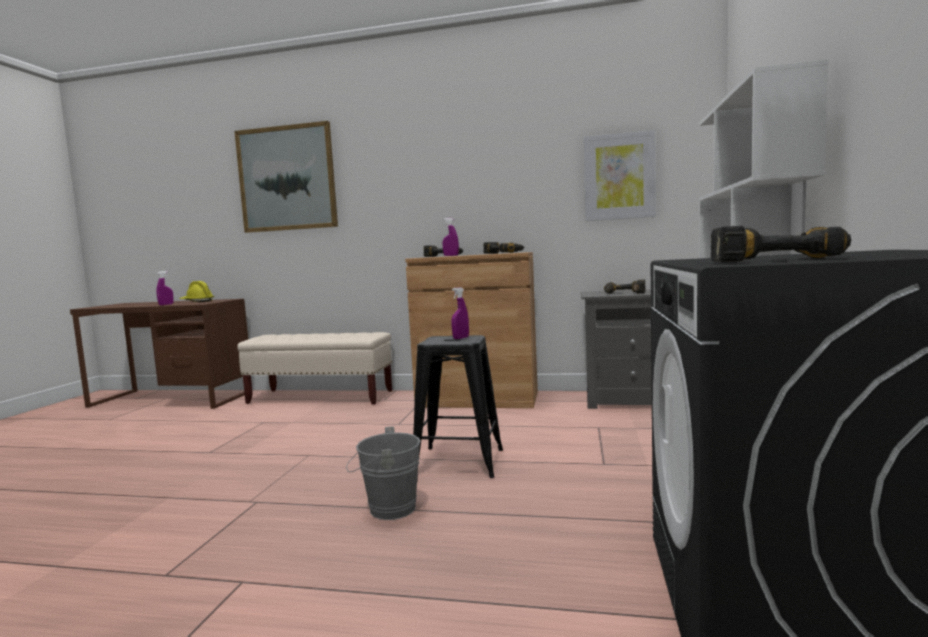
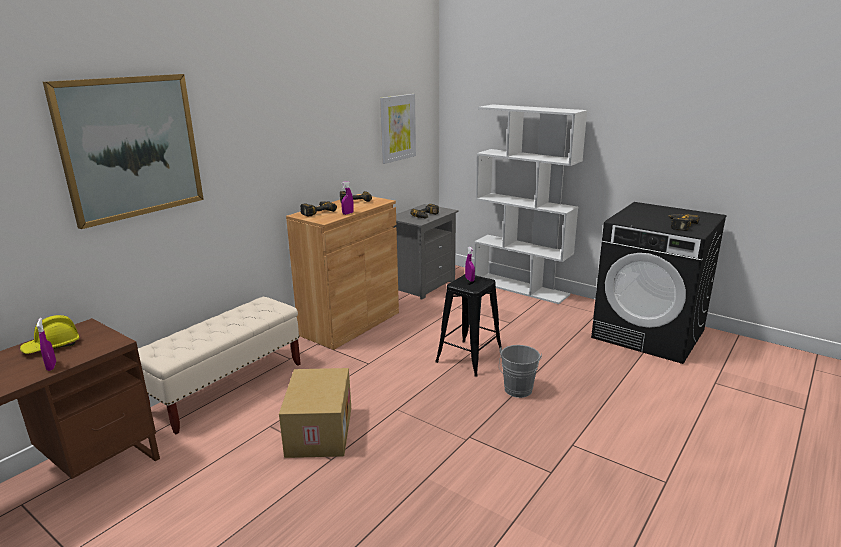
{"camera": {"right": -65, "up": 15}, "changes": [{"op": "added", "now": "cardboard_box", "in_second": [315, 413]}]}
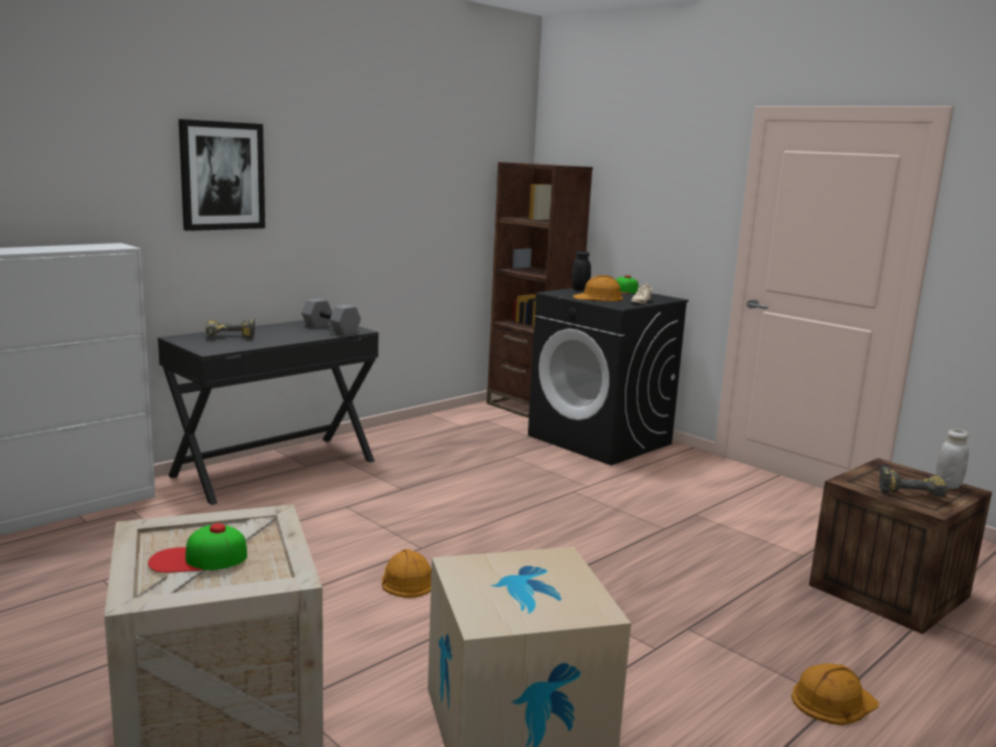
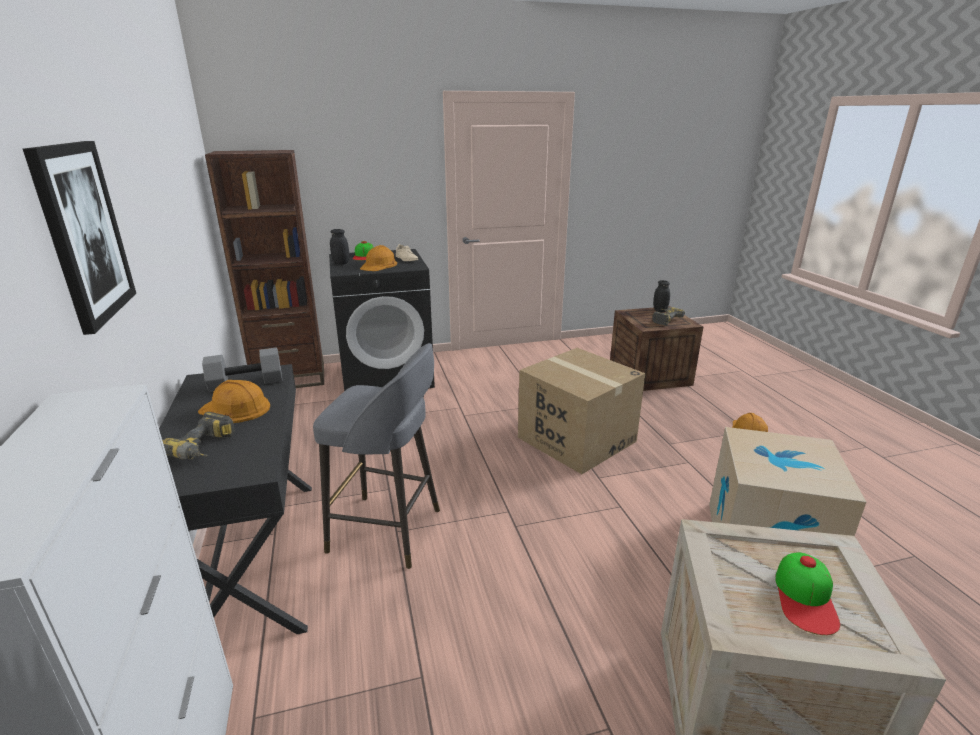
{"camera": {"right": -60, "up": 10}, "changes": [{"op": "moved", "was": "orangey_hard_hat", "in_first": [406, 573], "in_second": [234, 401]}, {"op": "recoloured", "was": "white-coloured_storage_jar", "now": "black-coloured_storage_jar", "in_first": [952, 459], "in_second": [661, 296]}, {"op": "added", "now": "gray_stool_seat", "in_second": [376, 456]}, {"op": "added", "now": "cardboard_box", "in_second": [581, 411]}]}
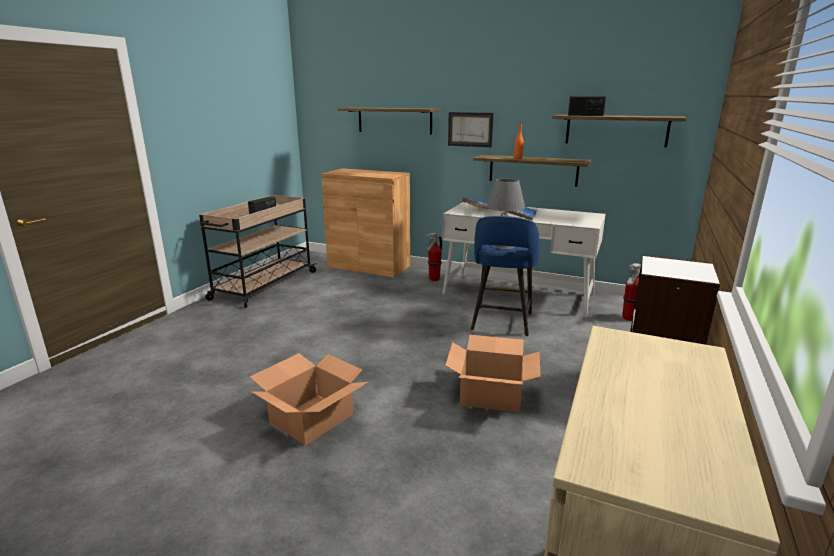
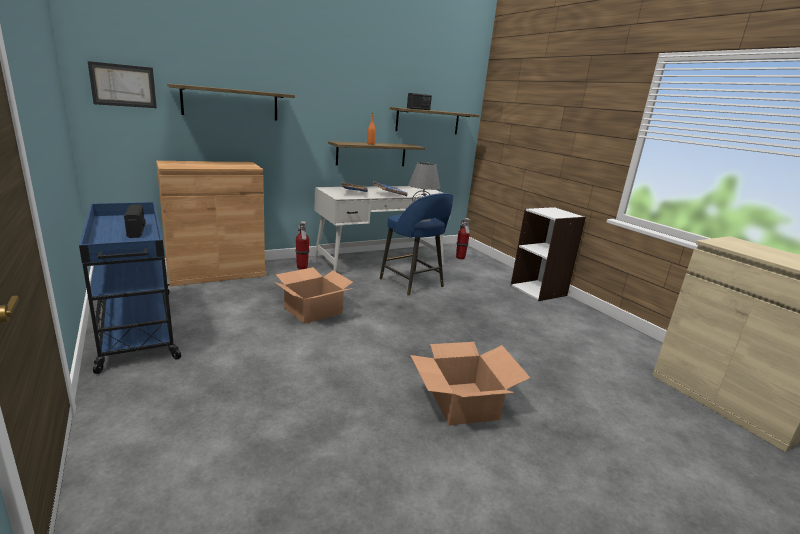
{"camera": {"right": -55, "up": 0}, "changes": [{"op": "recoloured", "was": "beige-coloured_cart", "now": "blue_cart", "in_first": [258, 251], "in_second": [130, 288]}, {"op": "moved", "was": "cardboard_box", "in_first": [493, 374], "in_second": [314, 295]}, {"op": "moved", "was": "picture", "in_first": [471, 129], "in_second": [122, 84]}]}
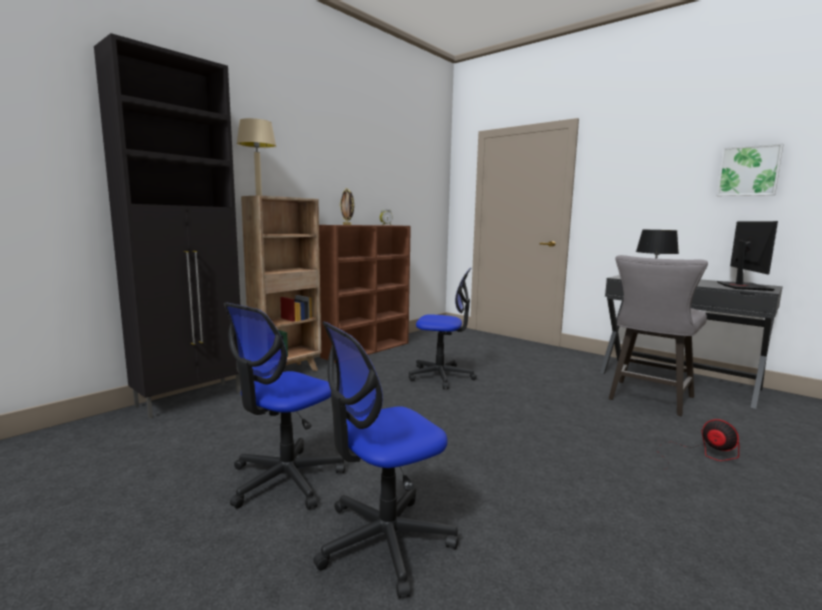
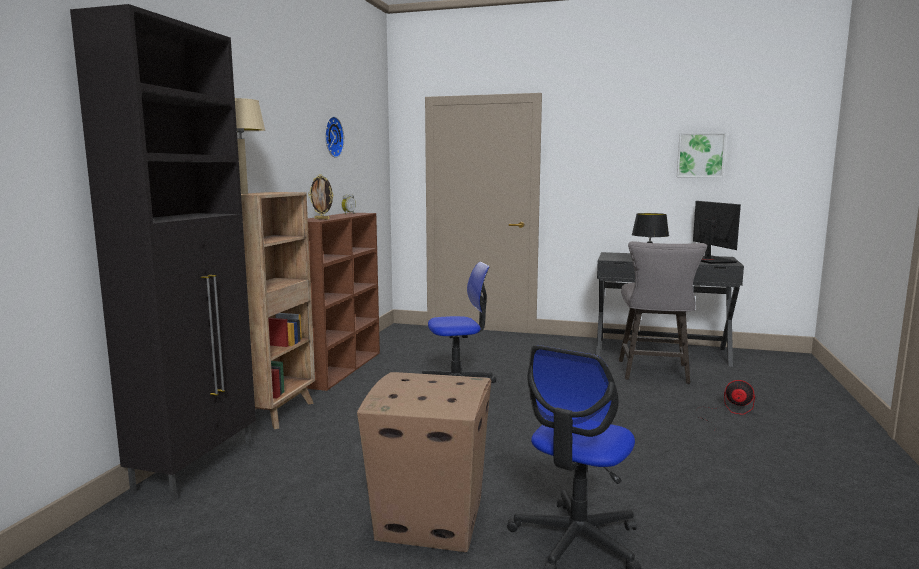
{"camera": {"right": -25, "up": 0}, "changes": [{"op": "replaced", "was": "desk_chair", "now": "cardboard_box", "in_first": [284, 406], "in_second": [424, 462]}, {"op": "added", "now": "hanging_clock", "in_second": [334, 137]}]}
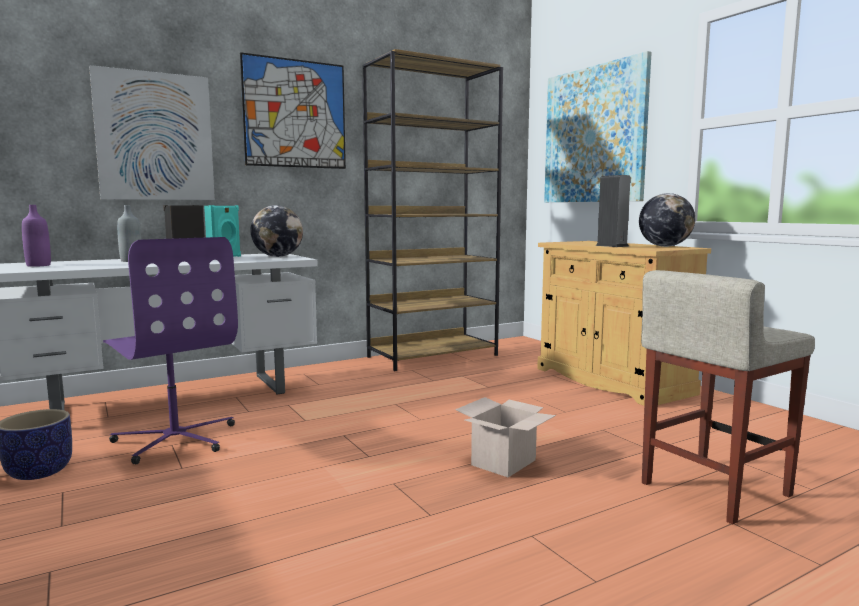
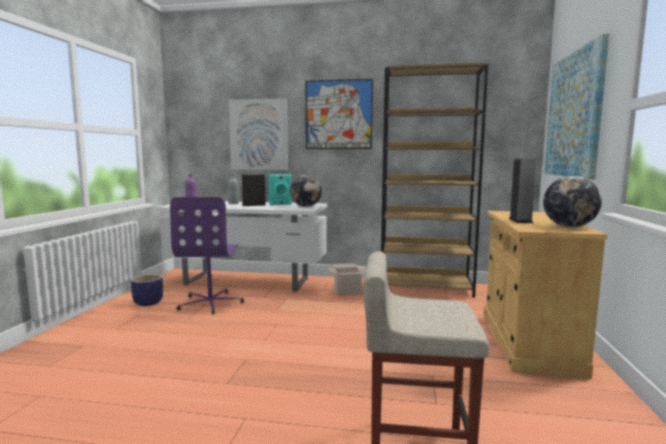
{"camera": {"right": 40, "up": 0}, "changes": [{"op": "moved", "was": "cardboard_box", "in_first": [505, 437], "in_second": [347, 279]}]}
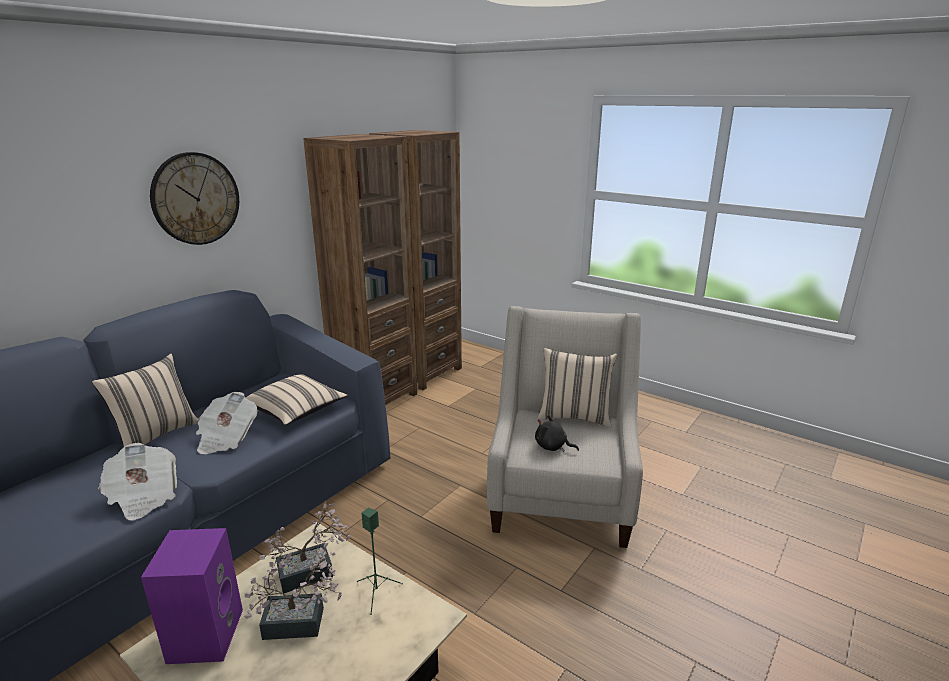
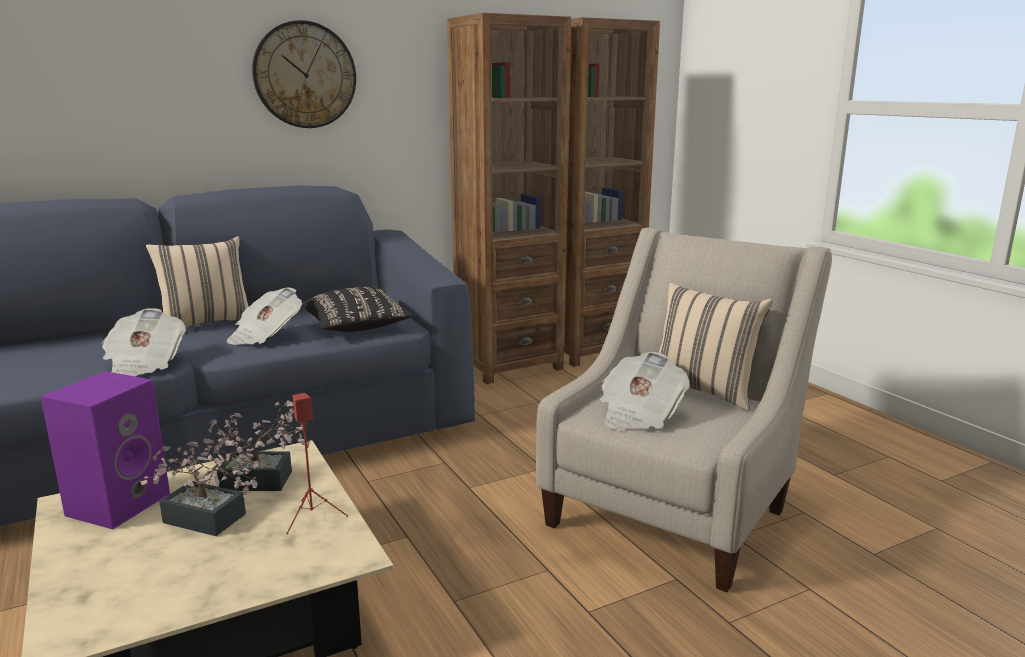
{"camera": {"right": 25, "up": -5}, "changes": [{"op": "recoloured", "was": "beige-coloured_throw_pillow", "now": "black-coloured_throw_pillow", "in_first": [297, 399], "in_second": [358, 309]}, {"op": "recoloured", "was": "greenish_speaker", "now": "reddish_speaker", "in_first": [380, 561], "in_second": [317, 463]}, {"op": "replaced", "was": "black-coloured_cuddly_toy", "now": "daily_paper", "in_first": [557, 433], "in_second": [645, 391]}]}
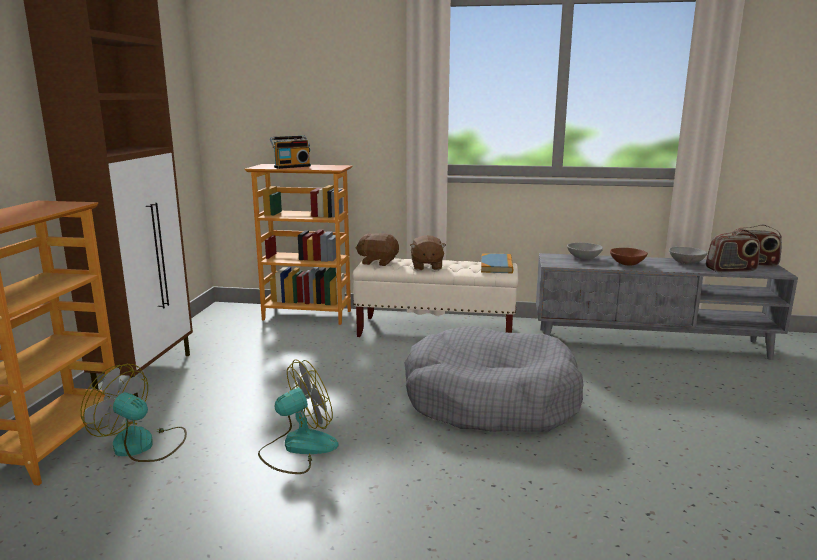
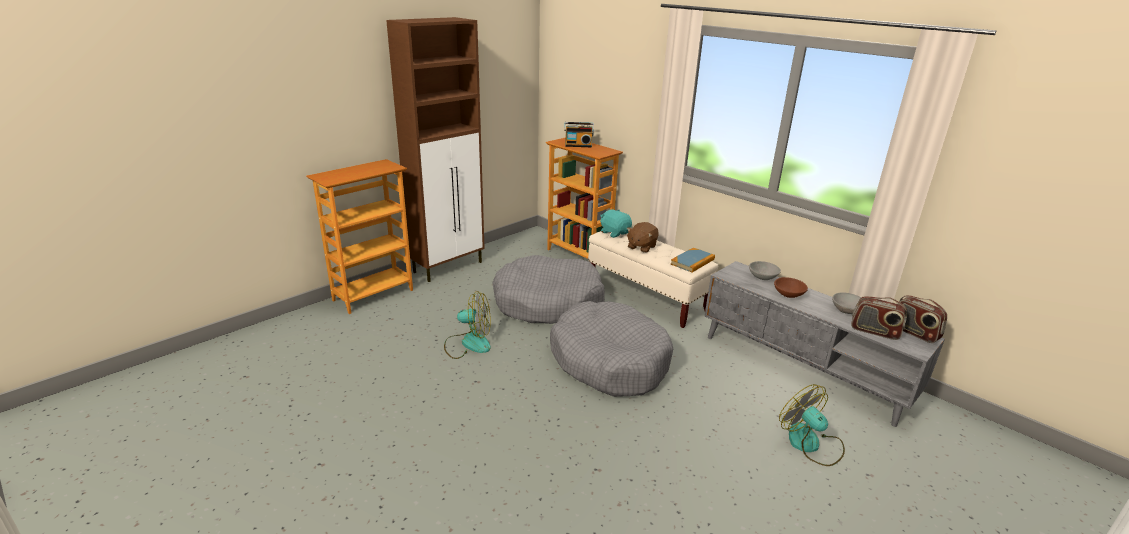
{"camera": {"right": 35, "up": 10}, "changes": [{"op": "moved", "was": "cooling_fan", "in_first": [134, 413], "in_second": [812, 425]}, {"op": "recoloured", "was": "brown_cuddly_toy", "now": "turquoise-coloured_cuddly_toy", "in_first": [377, 249], "in_second": [616, 223]}, {"op": "added", "now": "gray_dog_bed", "in_second": [548, 289]}]}
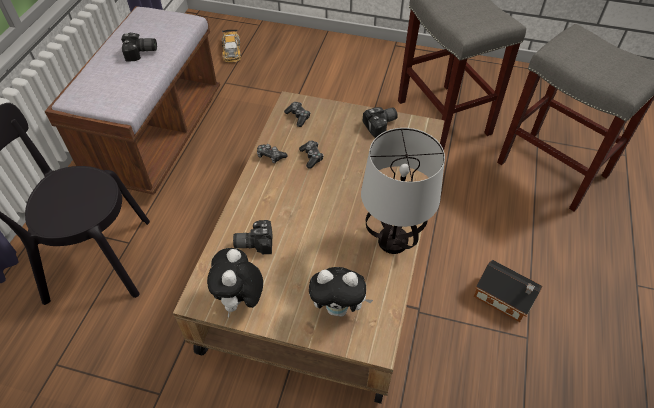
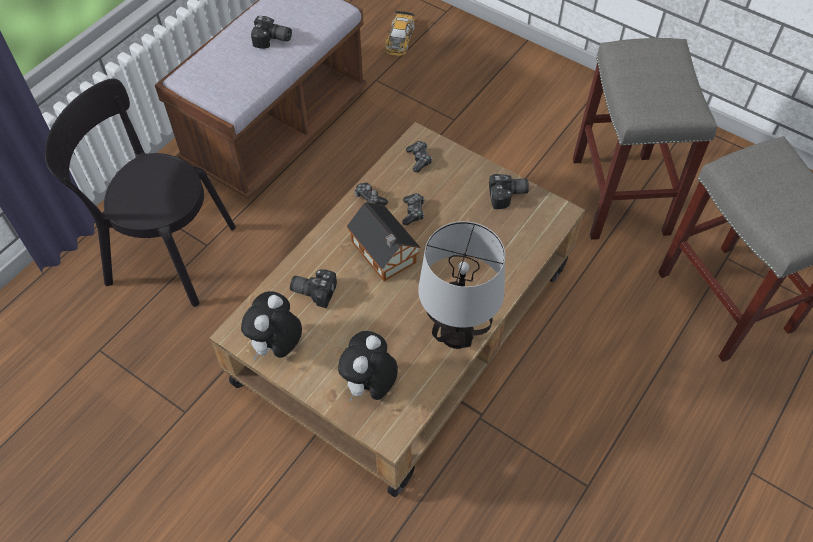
{"camera": {"right": 20, "up": 5}, "changes": [{"op": "turned", "was": "cuddly_toy", "in_first": [341, 291], "in_second": [368, 366], "clockwise": 90}, {"op": "moved", "was": "toy_house", "in_first": [508, 291], "in_second": [383, 241]}]}
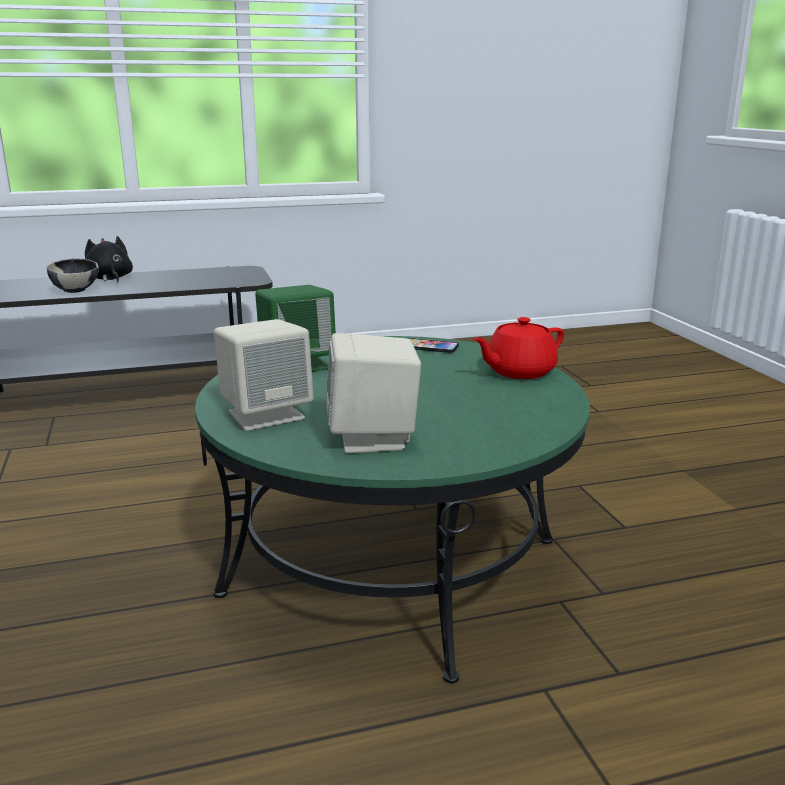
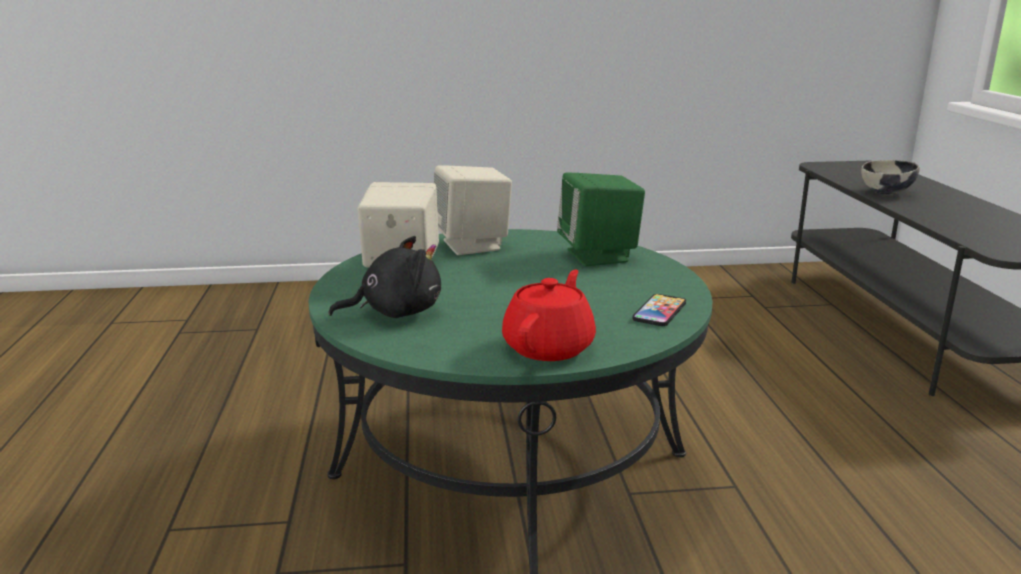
{"camera": {"right": 100, "up": 0}, "changes": [{"op": "moved", "was": "black-coloured_cuddly_toy", "in_first": [109, 259], "in_second": [385, 277]}, {"op": "turned", "was": "reddish_pot_for_tea", "in_first": [519, 348], "in_second": [549, 315], "clockwise": 45}]}
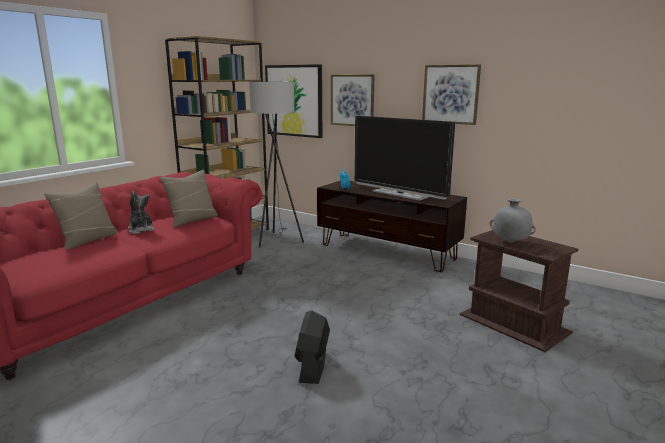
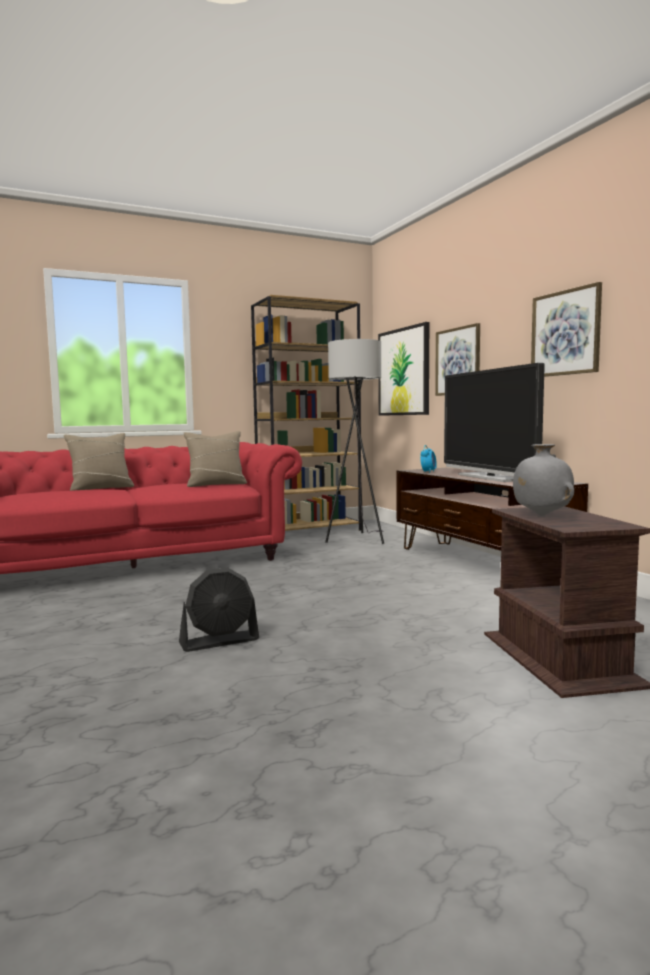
{"camera": {"right": 30, "up": -10}, "changes": [{"op": "removed", "was": "cuddly_toy", "in_first": [141, 212]}, {"op": "turned", "was": "black-coloured_cooling_fan", "in_first": [312, 347], "in_second": [219, 609], "clockwise": -150}]}
